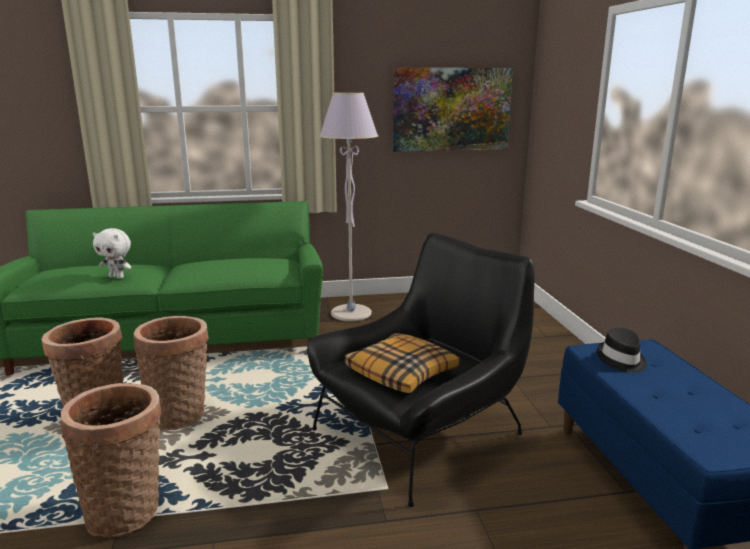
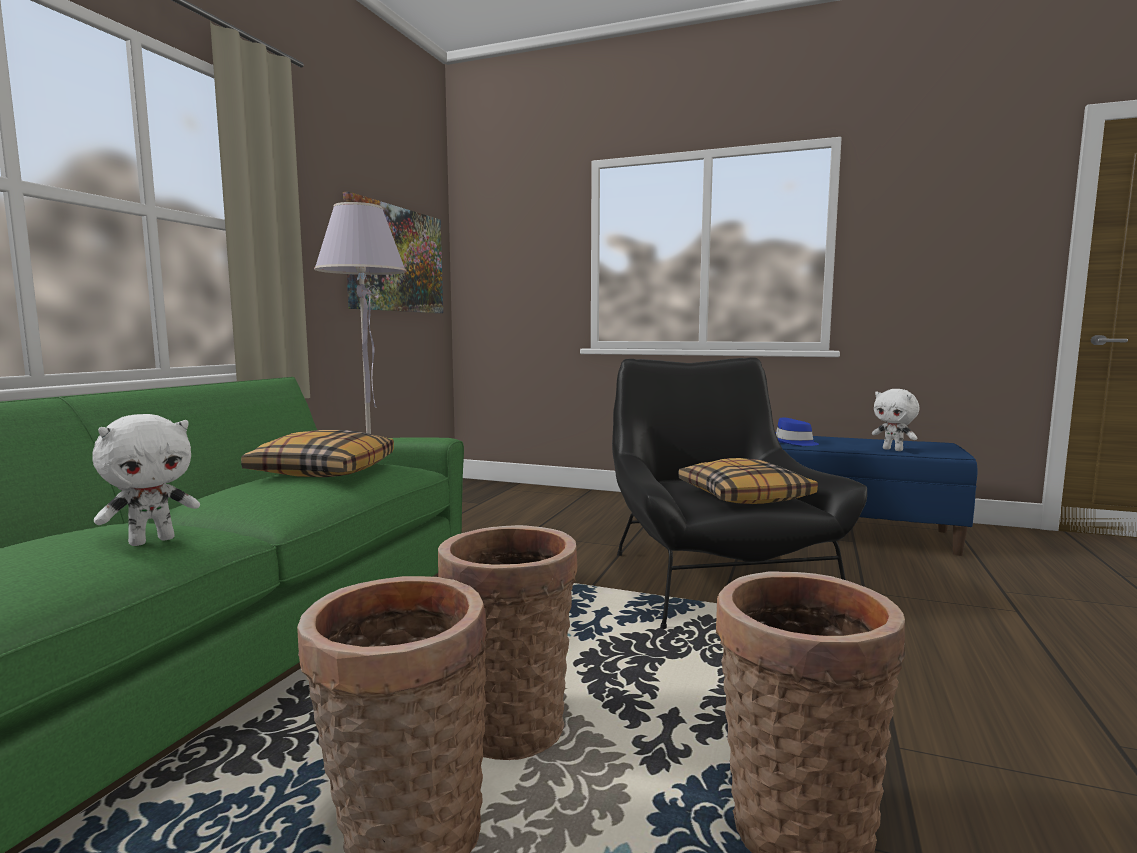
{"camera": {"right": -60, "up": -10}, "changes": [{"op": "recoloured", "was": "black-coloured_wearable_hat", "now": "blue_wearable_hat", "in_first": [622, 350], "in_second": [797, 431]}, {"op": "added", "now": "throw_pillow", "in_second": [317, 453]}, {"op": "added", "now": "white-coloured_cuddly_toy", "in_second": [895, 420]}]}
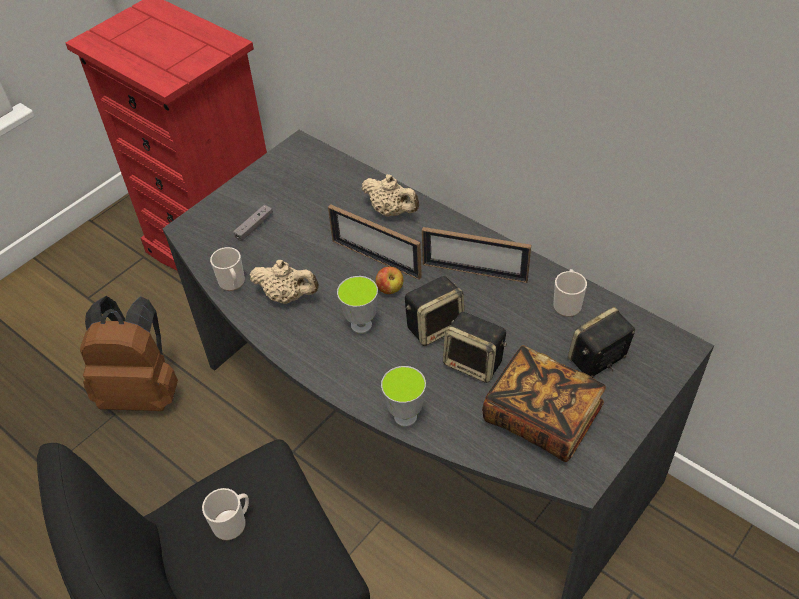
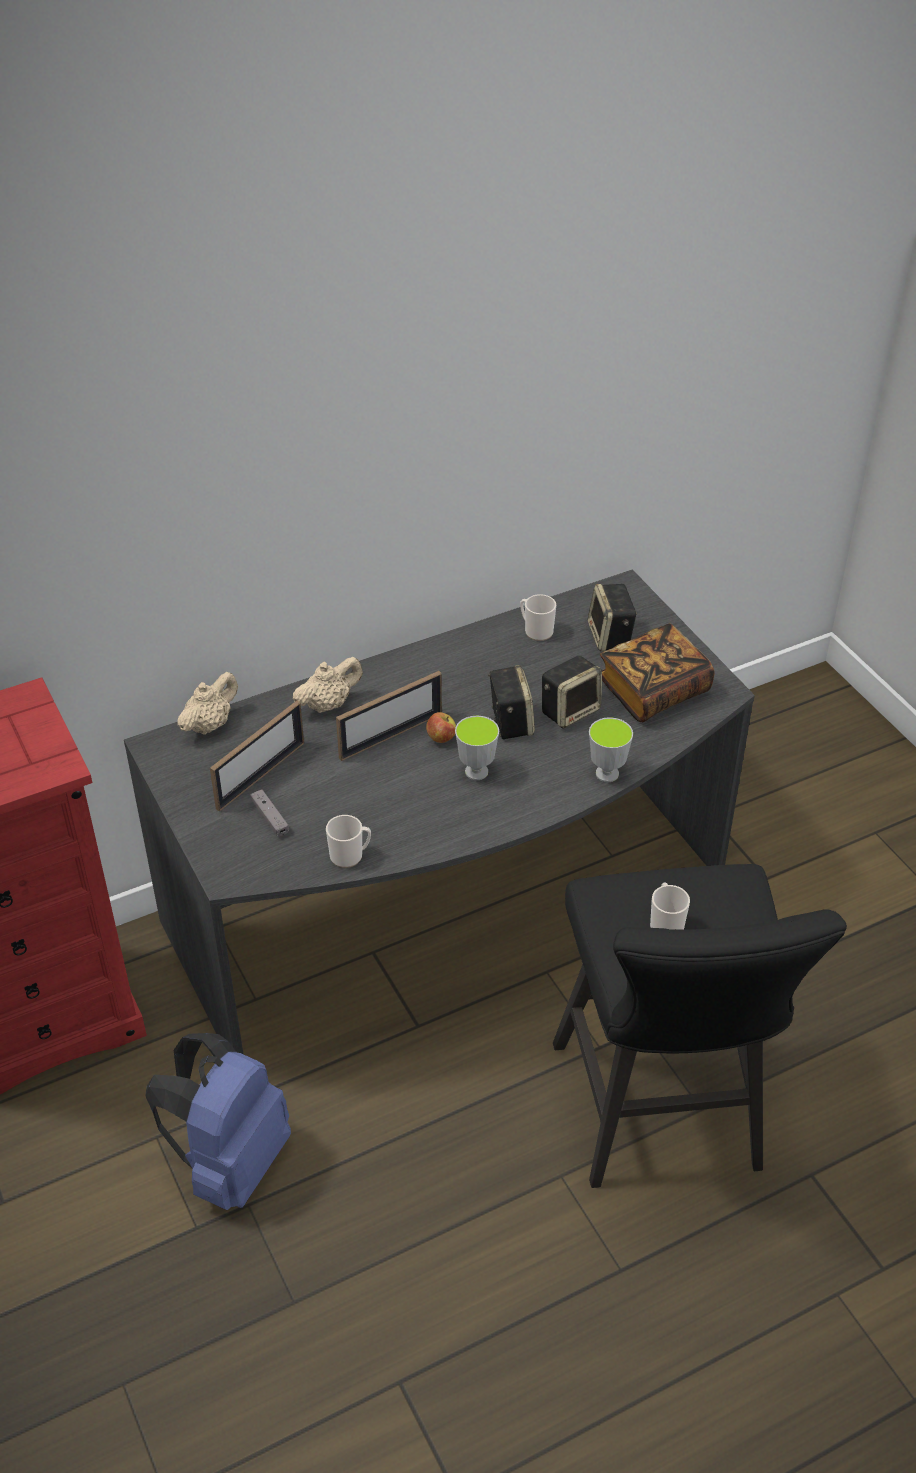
{"camera": {"right": -70, "up": -5}, "changes": [{"op": "recoloured", "was": "brown_backpack", "now": "blue_backpack", "in_first": [129, 353], "in_second": [218, 1121]}, {"op": "moved", "was": "beige-coloured_pot_for_tea", "in_first": [284, 282], "in_second": [207, 703]}, {"op": "moved", "was": "photo_frame", "in_first": [476, 255], "in_second": [257, 756]}]}
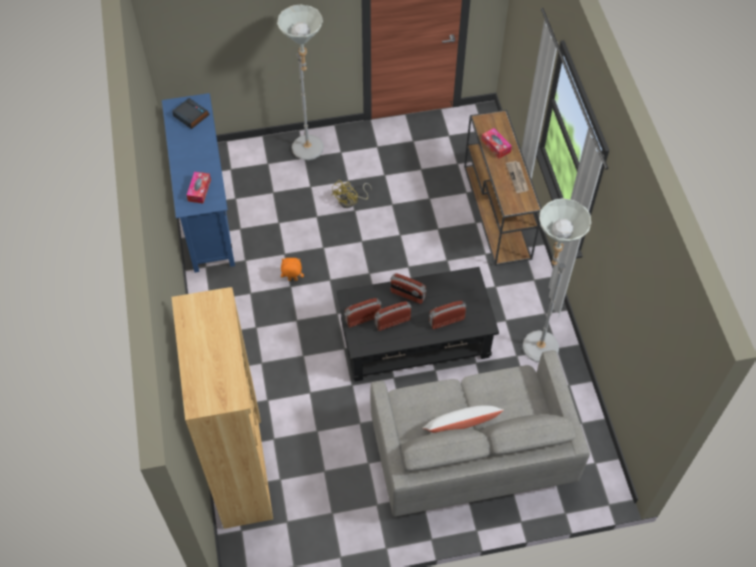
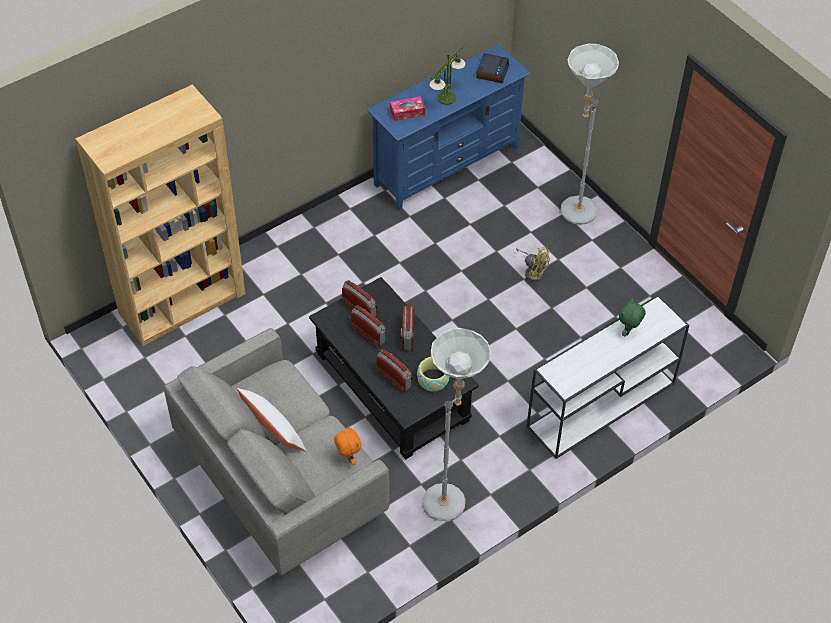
{"camera": {"right": 65, "up": -5}, "changes": [{"op": "moved", "was": "orangey_cuddly_toy", "in_first": [292, 269], "in_second": [347, 445]}, {"op": "turned", "was": "yellowish_cooling_fan", "in_first": [351, 194], "in_second": [533, 264], "clockwise": -150}, {"op": "recoloured", "was": "brown_console_table", "now": "white-coloured_console_table", "in_first": [503, 188], "in_second": [608, 377]}, {"op": "replaced", "was": "tissue_holder", "now": "greenish_cuddly_toy", "in_first": [496, 143], "in_second": [632, 317]}, {"op": "removed", "was": "daily_paper", "in_first": [517, 177]}, {"op": "added", "now": "serving_bowl", "in_second": [433, 374]}, {"op": "added", "now": "lamp_for_a_table", "in_second": [448, 74]}]}
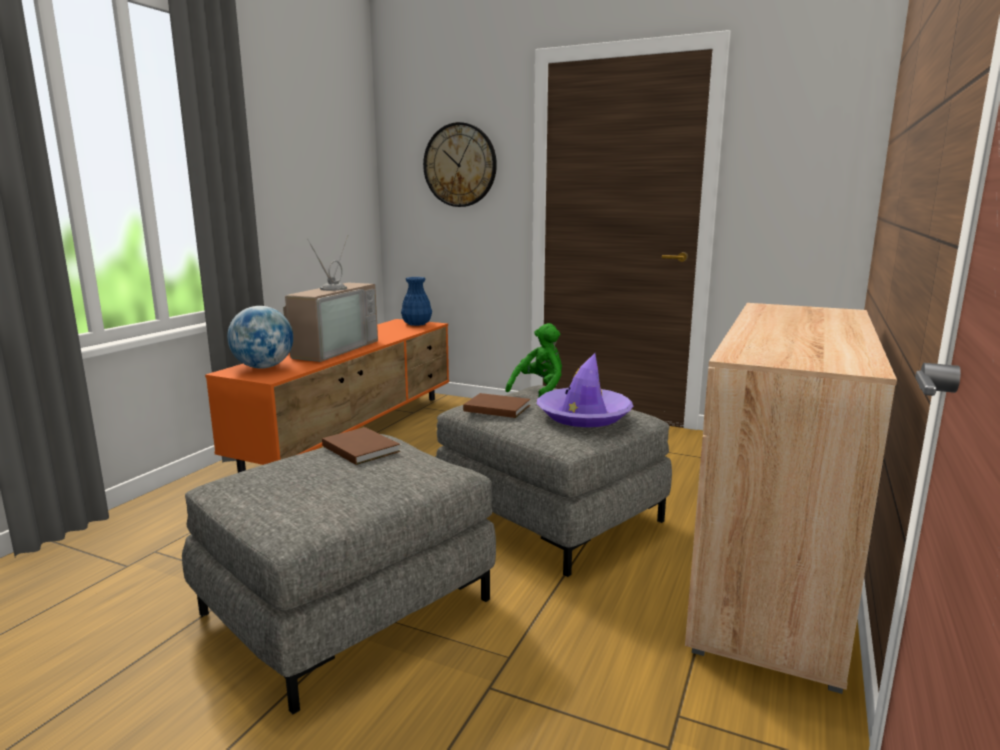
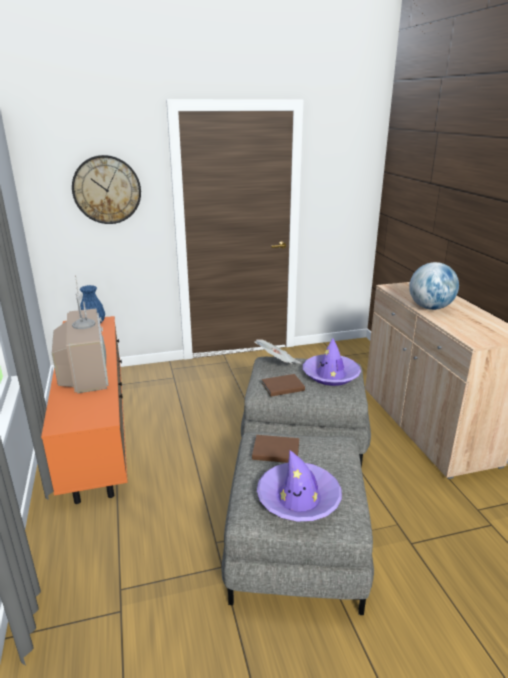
{"camera": {"right": -40, "up": 10}, "changes": [{"op": "moved", "was": "world_globe", "in_first": [260, 337], "in_second": [434, 286]}, {"op": "replaced", "was": "greenish_cuddly_toy", "now": "daily_paper", "in_first": [533, 360], "in_second": [278, 351]}, {"op": "added", "now": "purplish_wearable_hat", "in_second": [299, 486]}]}
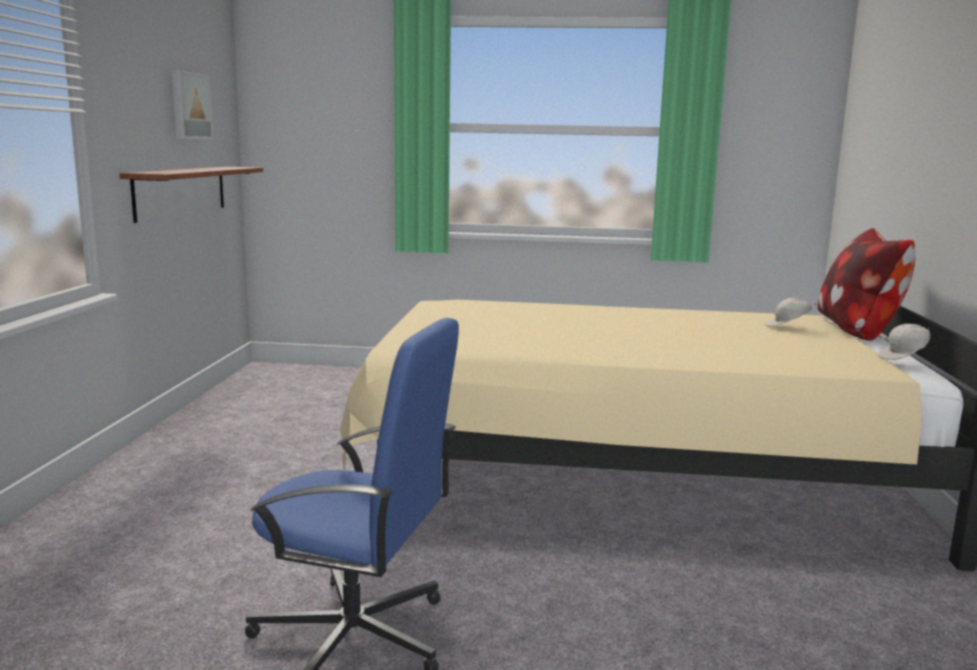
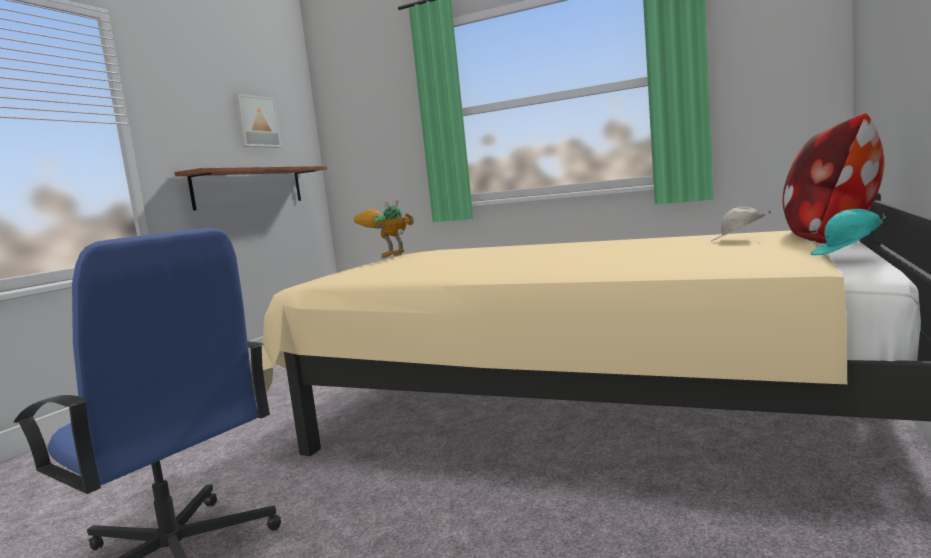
{"camera": {"right": 20, "up": -5}, "changes": [{"op": "recoloured", "was": "white-coloured_cap", "now": "turquoise-coloured_cap", "in_first": [903, 342], "in_second": [848, 232]}, {"op": "added", "now": "toy_robot", "in_second": [383, 229]}]}
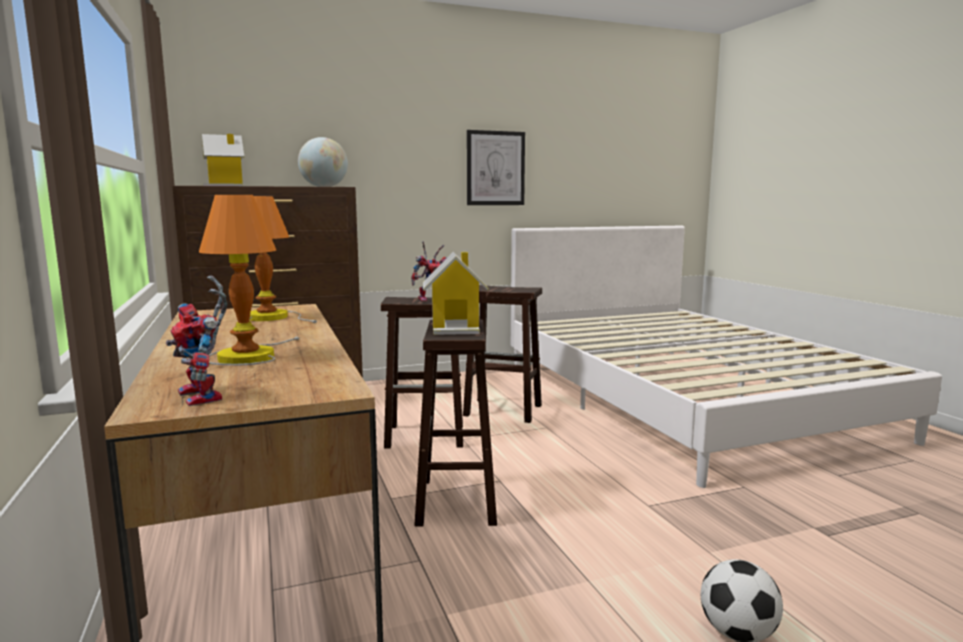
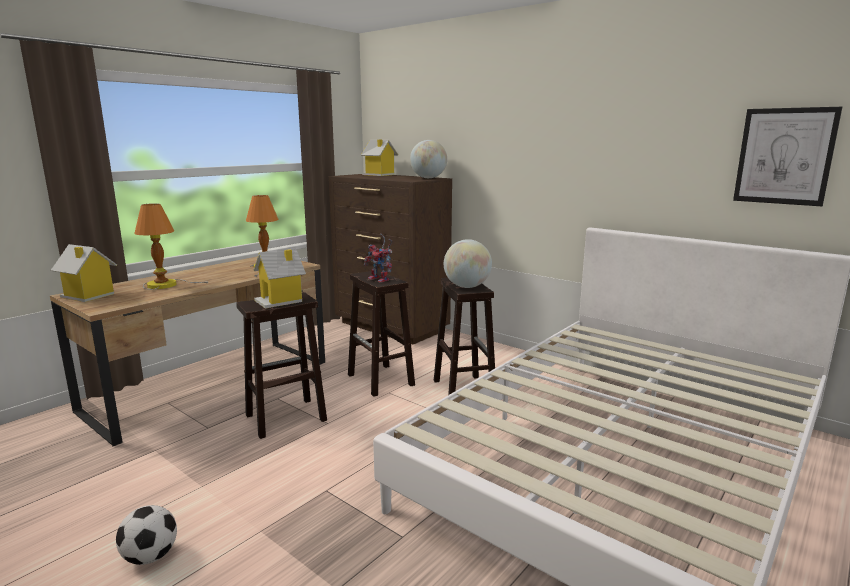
{"camera": {"right": 60, "up": 5}, "changes": [{"op": "replaced", "was": "toy_robot", "now": "toy_house", "in_first": [197, 341], "in_second": [84, 273]}, {"op": "moved", "was": "picture", "in_first": [496, 167], "in_second": [787, 156]}, {"op": "added", "now": "world_globe", "in_second": [468, 263]}]}
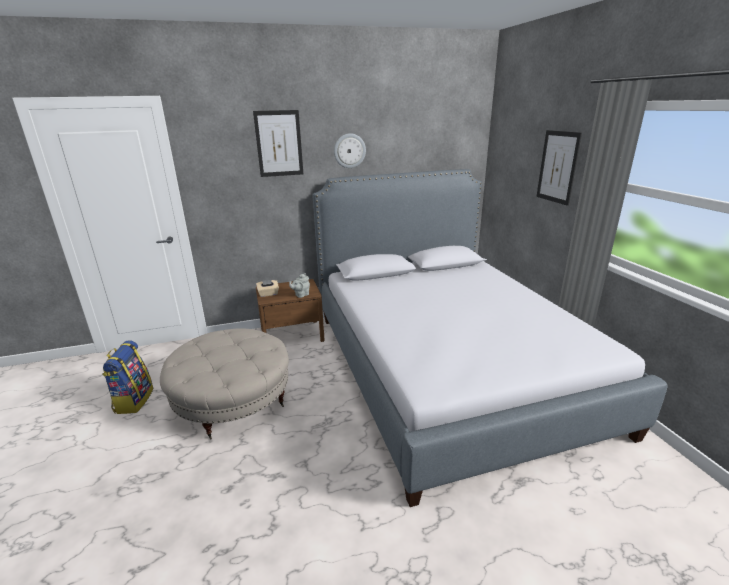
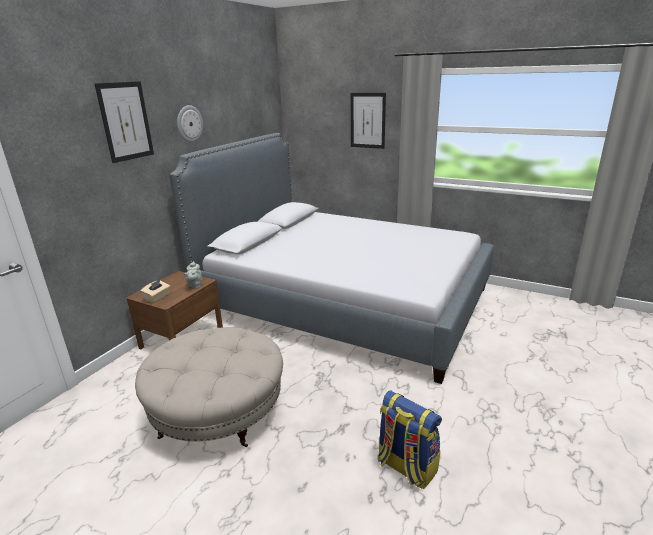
{"camera": {"right": -45, "up": 0}, "changes": [{"op": "moved", "was": "backpack", "in_first": [127, 377], "in_second": [410, 440]}]}
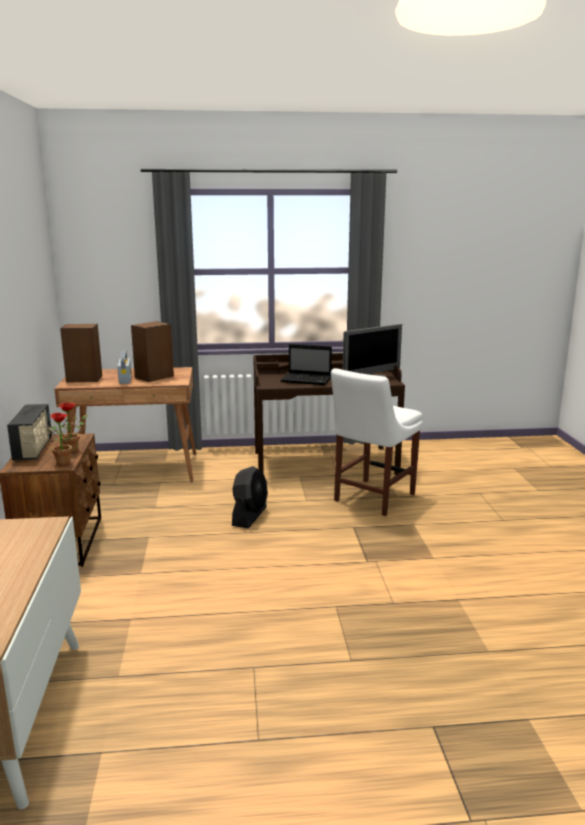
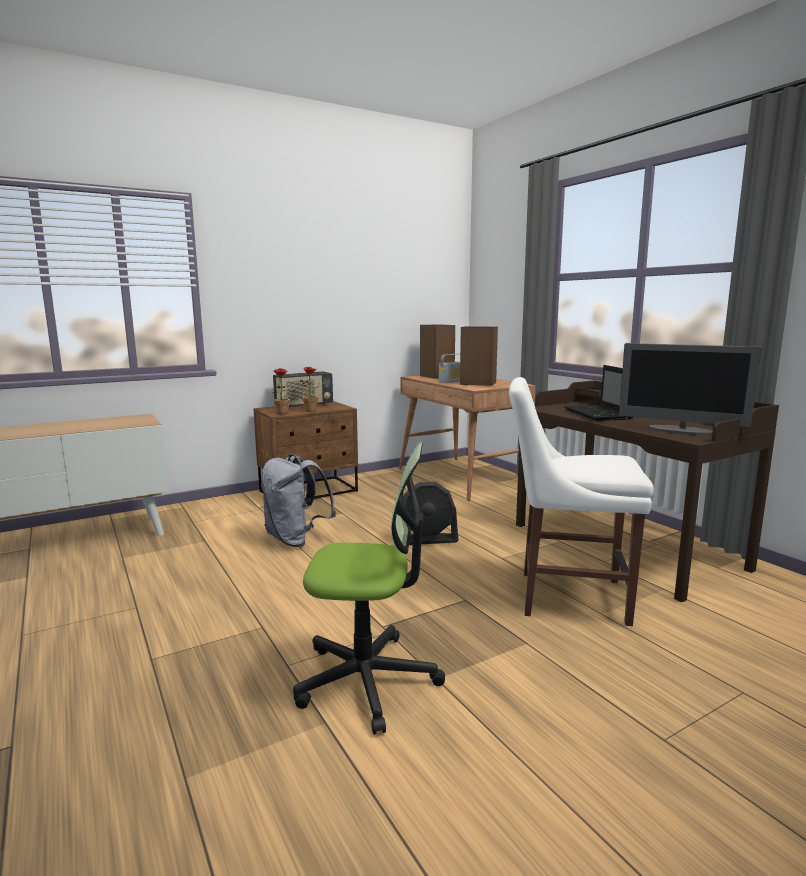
{"camera": {"right": 65, "up": -5}, "changes": [{"op": "added", "now": "gray_backpack", "in_second": [298, 501]}, {"op": "added", "now": "desk_chair", "in_second": [369, 588]}]}
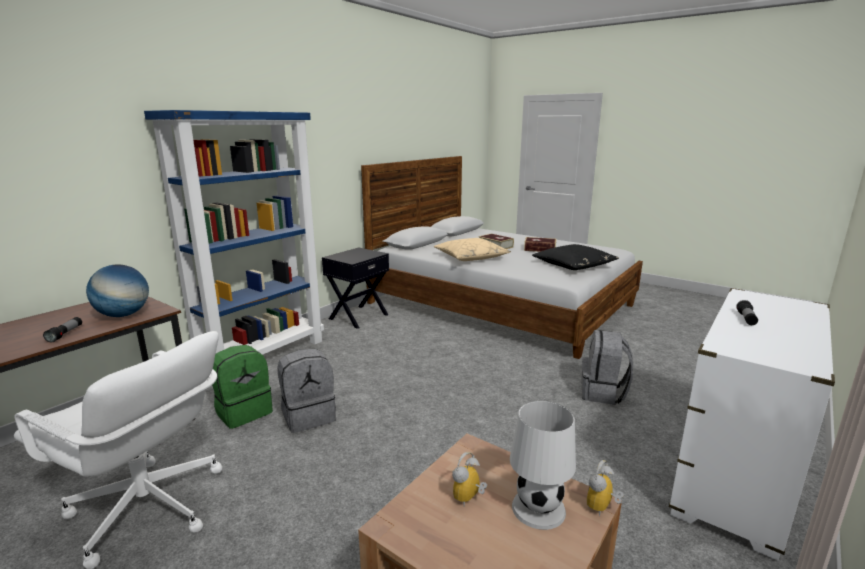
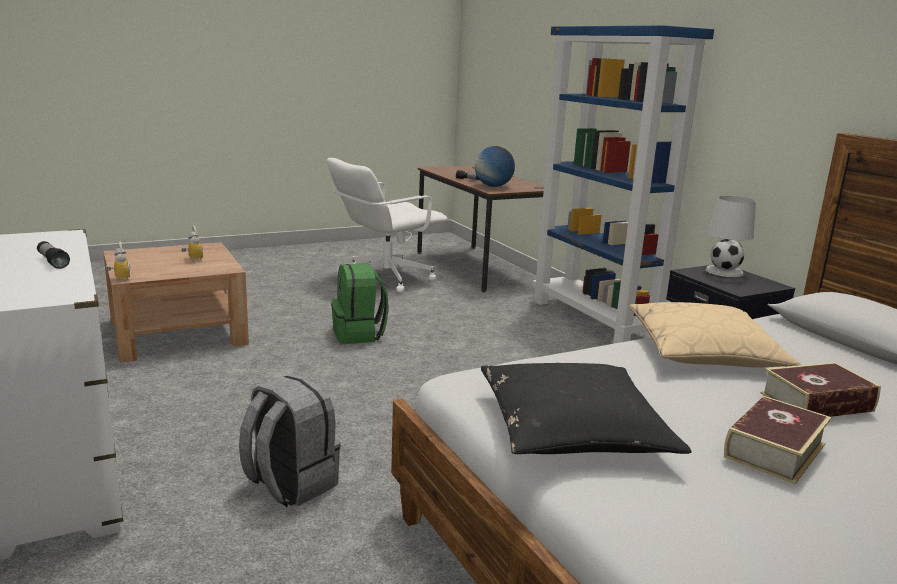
{"camera": {"right": 115, "up": 0}, "changes": [{"op": "moved", "was": "greenish_backpack", "in_first": [242, 387], "in_second": [360, 303]}, {"op": "removed", "was": "gray_backpack", "in_first": [306, 391]}, {"op": "moved", "was": "white-coloured_lamp_for_a_table", "in_first": [543, 465], "in_second": [730, 236]}]}
